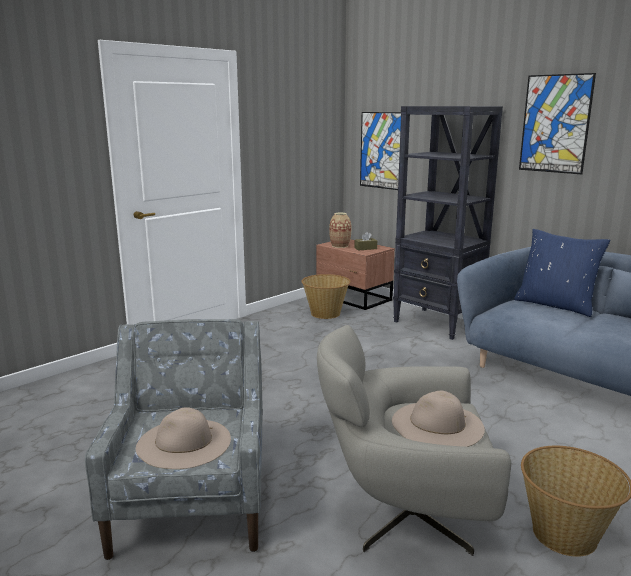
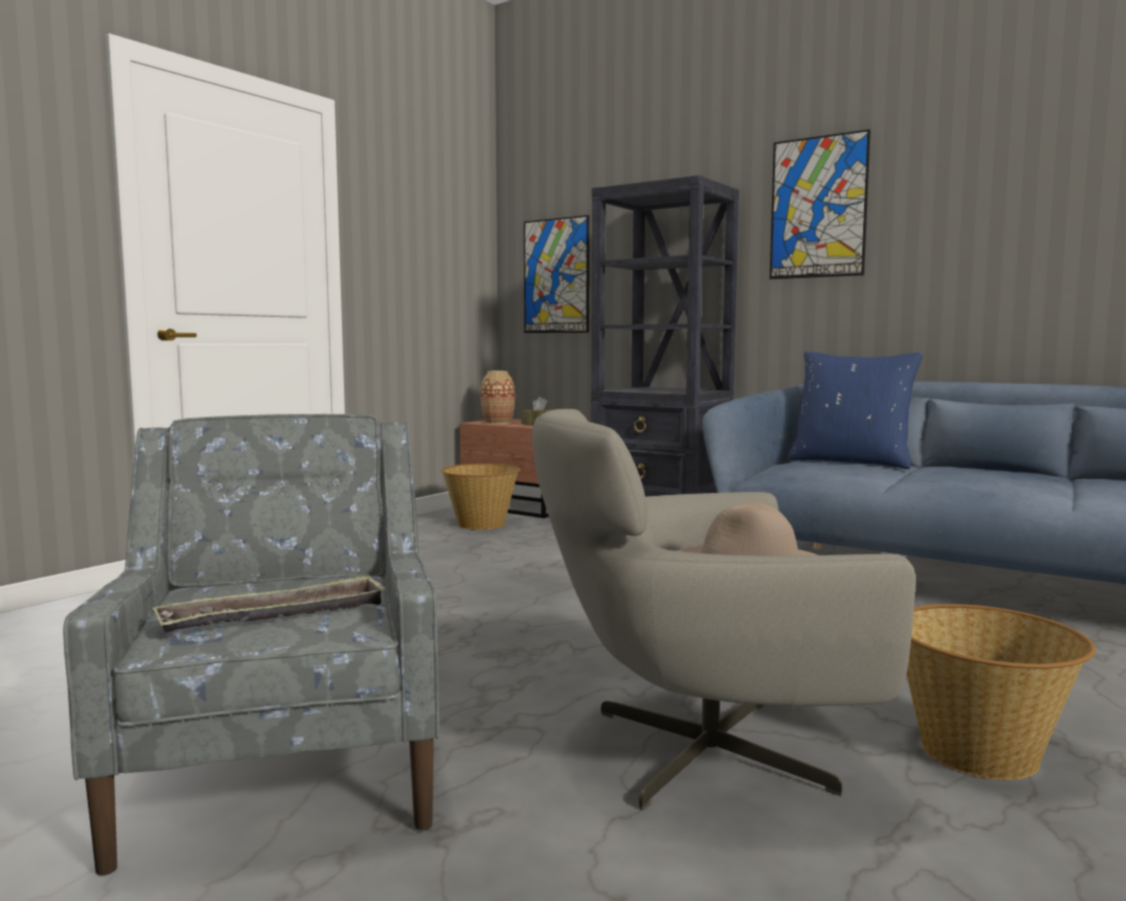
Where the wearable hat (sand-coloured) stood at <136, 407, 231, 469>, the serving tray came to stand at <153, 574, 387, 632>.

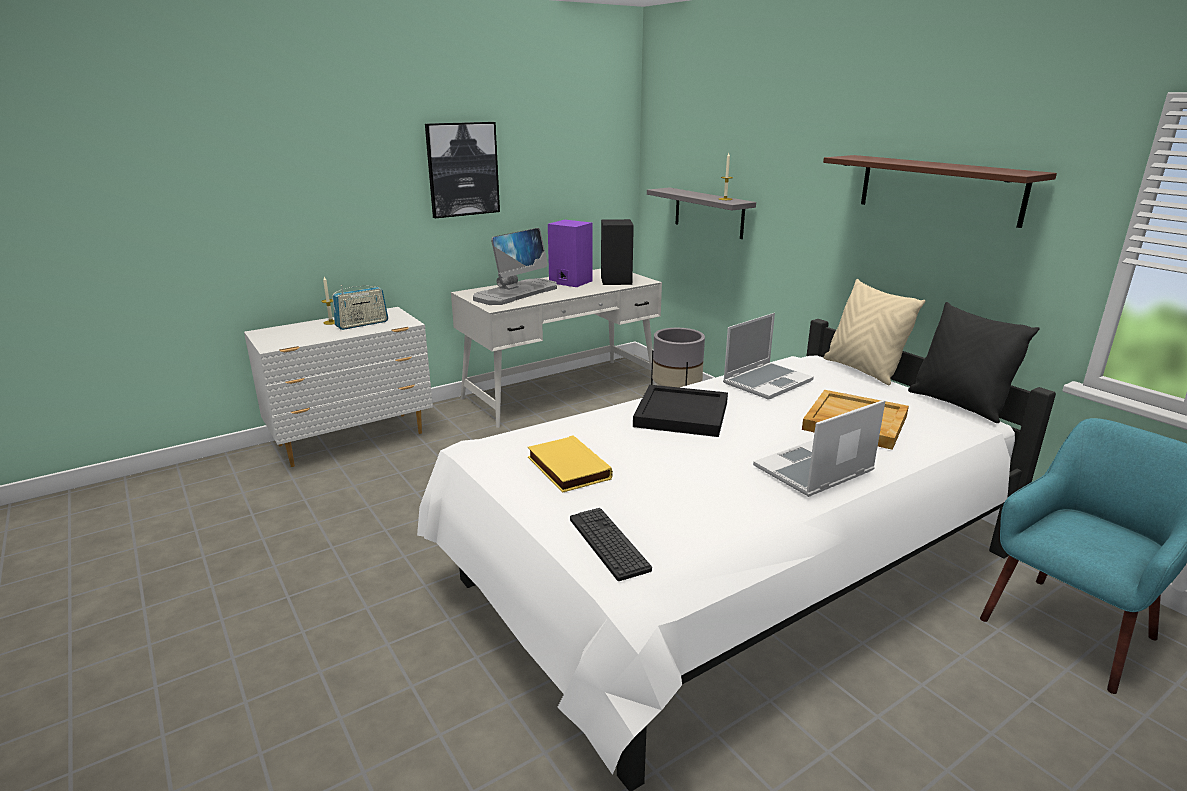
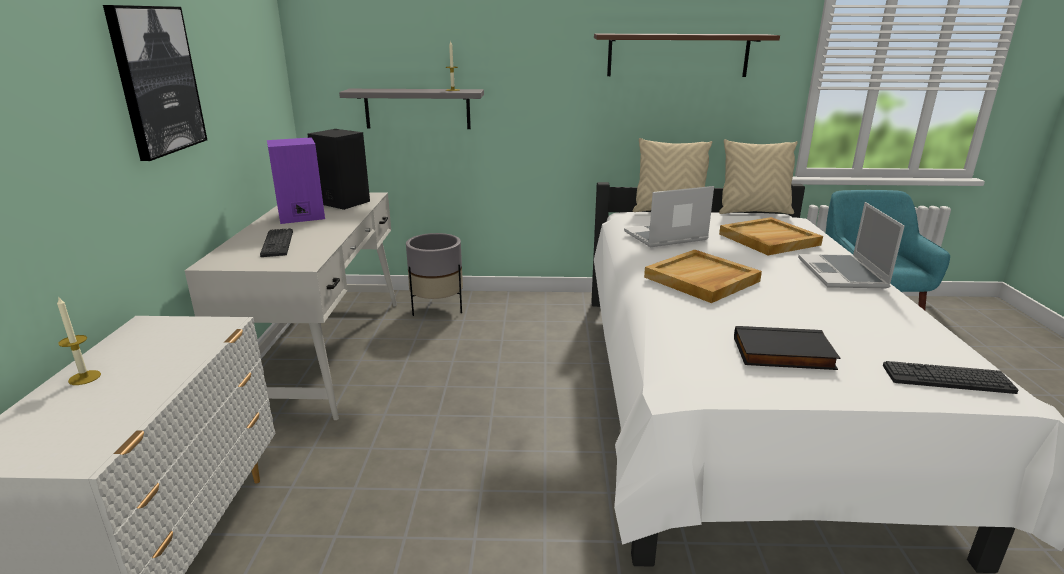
The second view lost the radio receiver at <332, 285, 388, 330>. Where the monitor stood at <473, 228, 557, 305>, the keyboard came to stand at <260, 228, 293, 257>. What was the book (yellow) at <528, 435, 613, 492> turned into the book (black) at <734, 326, 840, 370>. What was the serving tray (black) at <633, 385, 728, 437> turned into the serving tray (sand-coloured) at <644, 250, 762, 303>. The portable computer at <723, 313, 814, 400> ended up facing another way, 105 degrees counterclockwise from before. What was the pillow (black) at <908, 302, 1040, 423> turned into the pillow (sand-coloured) at <719, 139, 797, 214>.

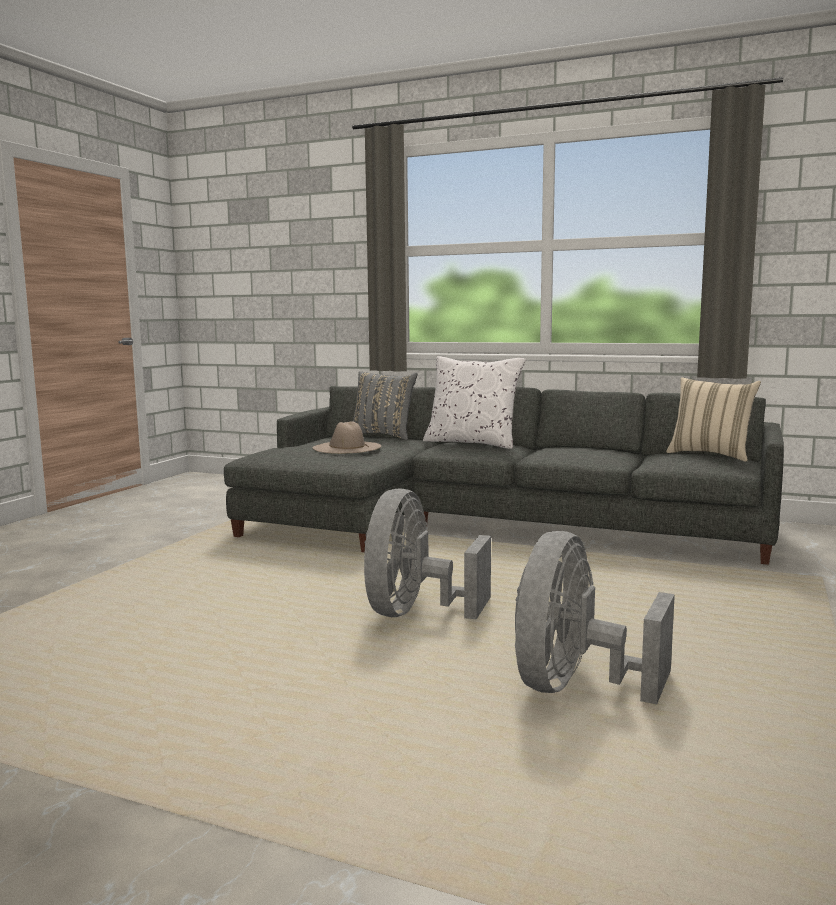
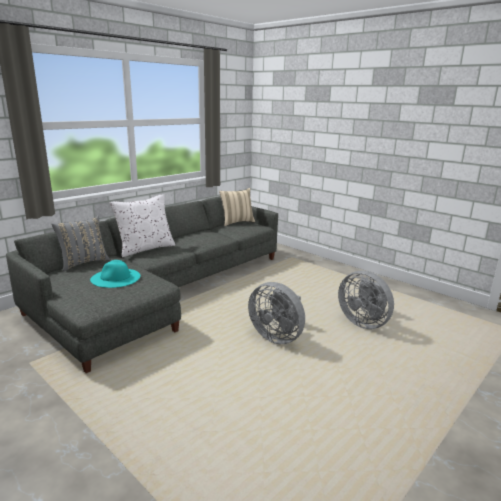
What was the wearable hat (sand-coloured) at <313, 421, 381, 454> turned into the wearable hat (turquoise) at <90, 260, 140, 288>.

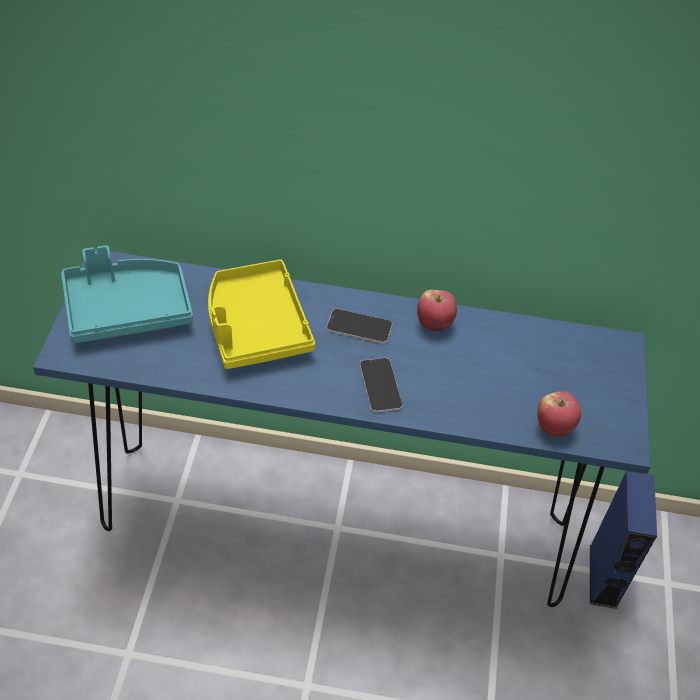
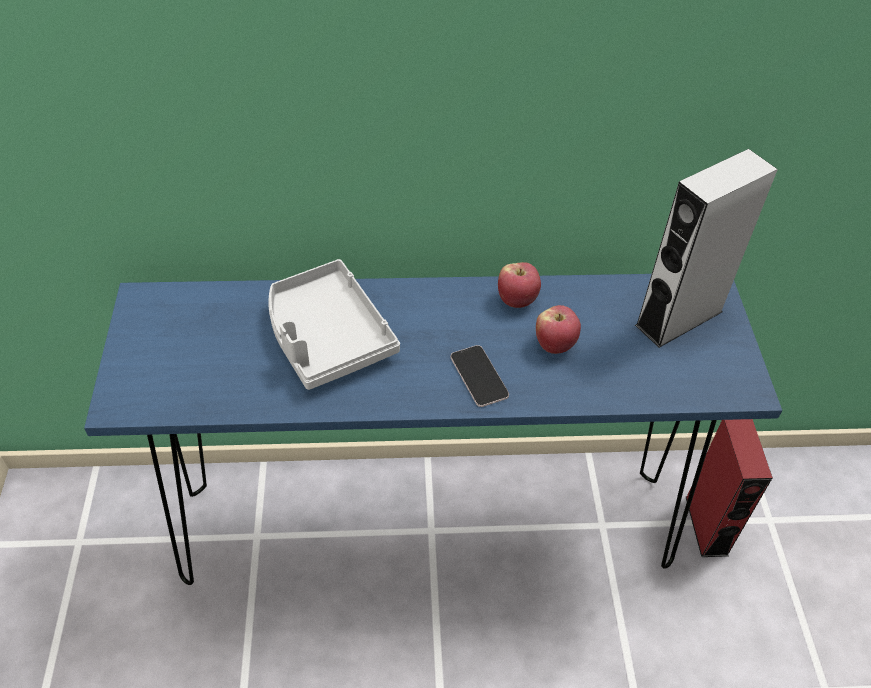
The second view lost the serving tray (turquoise) at <61, 245, 193, 343>. What was the serving tray (yellow) at <208, 260, 315, 369> turned into the serving tray (greyish) at <268, 259, 400, 390>. The second view lost the phone at <327, 309, 392, 343>. The whole apple ended up elsewhere, having gone from <537, 391, 581, 436> to <536, 305, 581, 354>. What was the speaker (blue) at <590, 471, 657, 609> turned into the speaker (red) at <685, 419, 773, 557>. The second view gained the speaker (greyish) at <635, 149, 778, 348>.

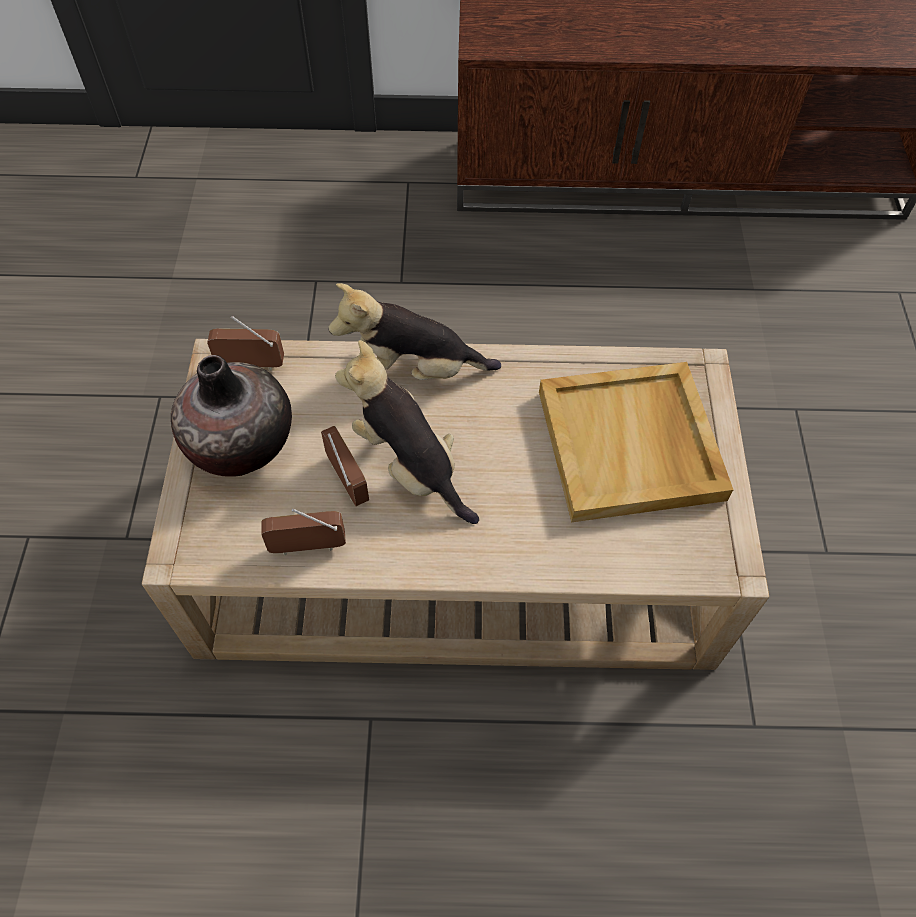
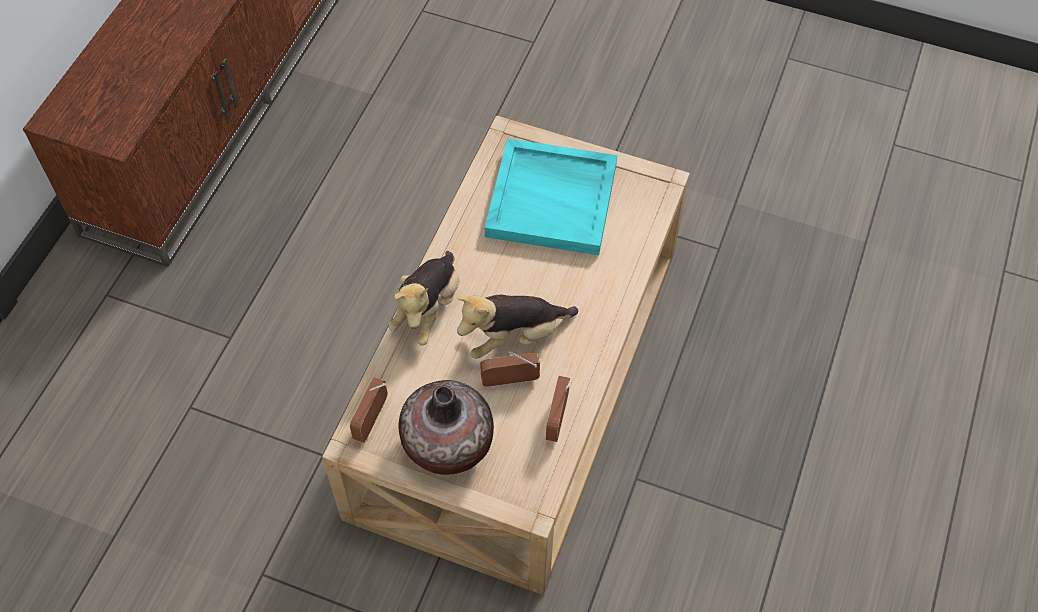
What was the serving tray (sand-coloured) at <539, 362, 734, 522> turned into the serving tray (turquoise) at <485, 138, 617, 255>.

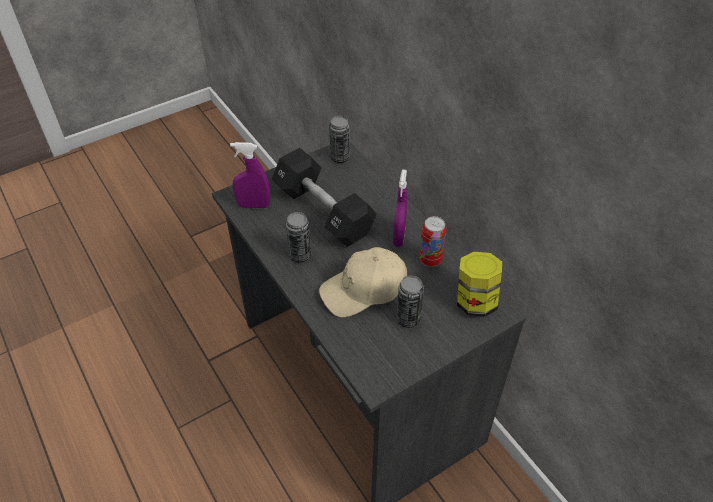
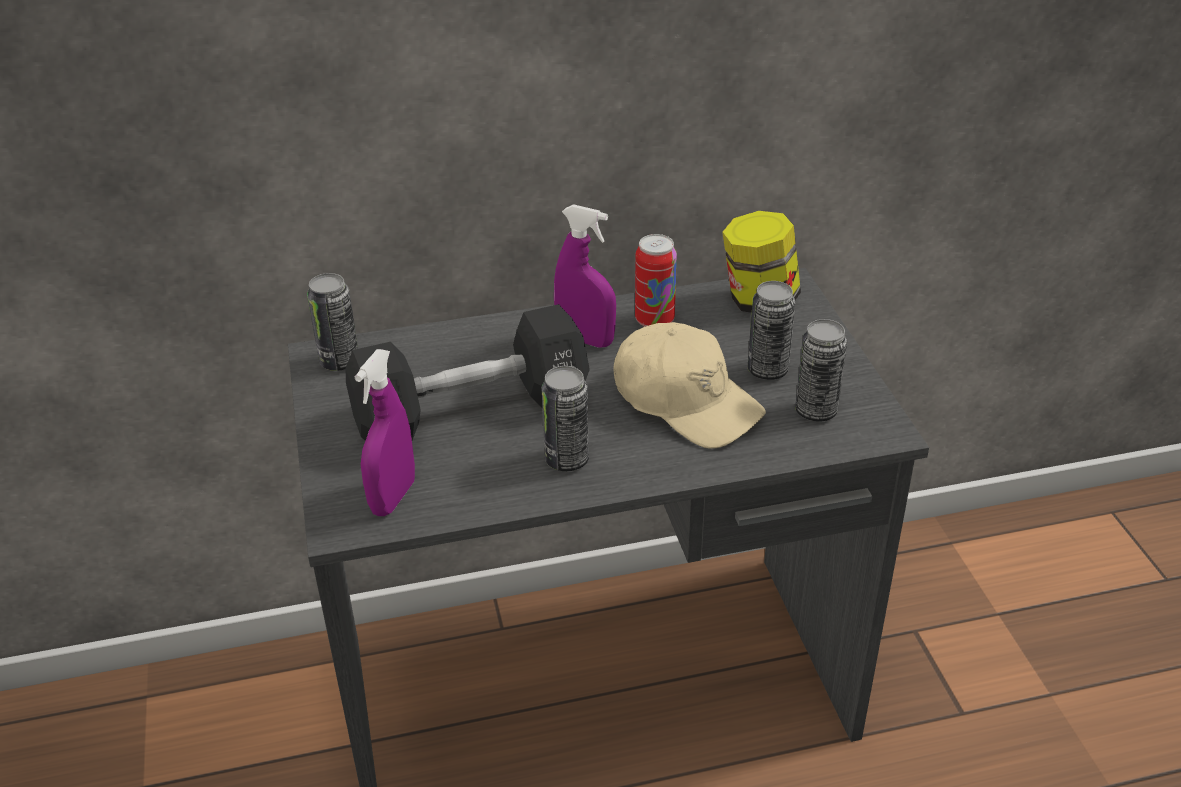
The peaked cap (sand-coloured) at <319, 247, 407, 317> ended up facing another way, 45 degrees counterclockwise from before. The second view gained the metal can at <795, 319, 847, 422>.

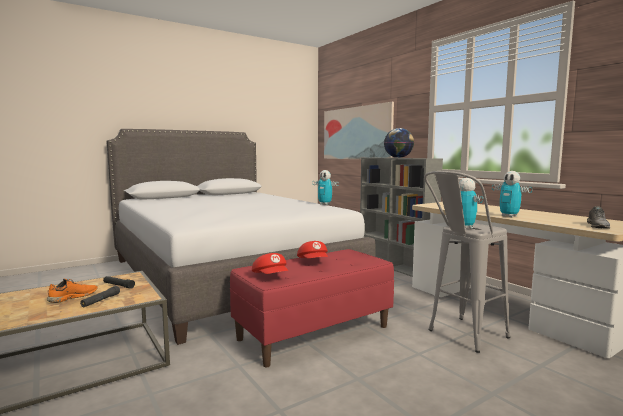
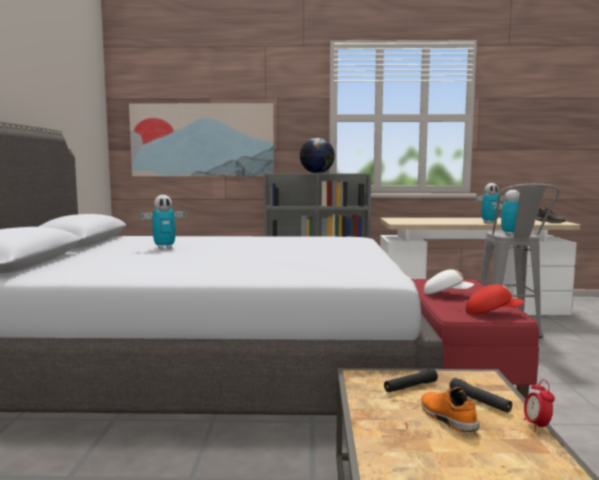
What was the peaked cap (red) at <297, 241, 328, 258> turned into the peaked cap (white) at <424, 269, 474, 294>. The toy robot ended up elsewhere, having gone from <312, 170, 339, 205> to <140, 195, 187, 249>. The second view gained the bedside clock at <524, 379, 555, 431>.

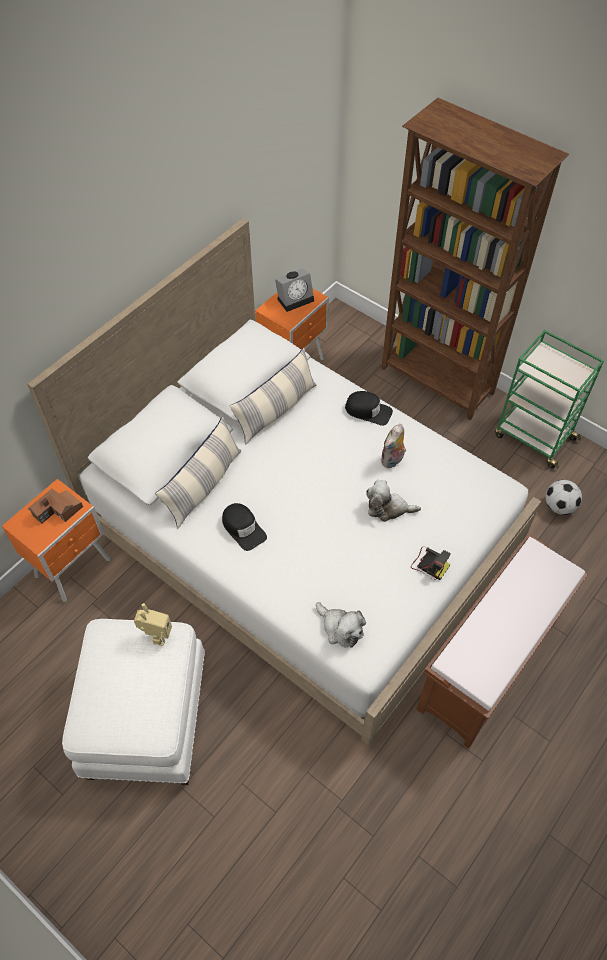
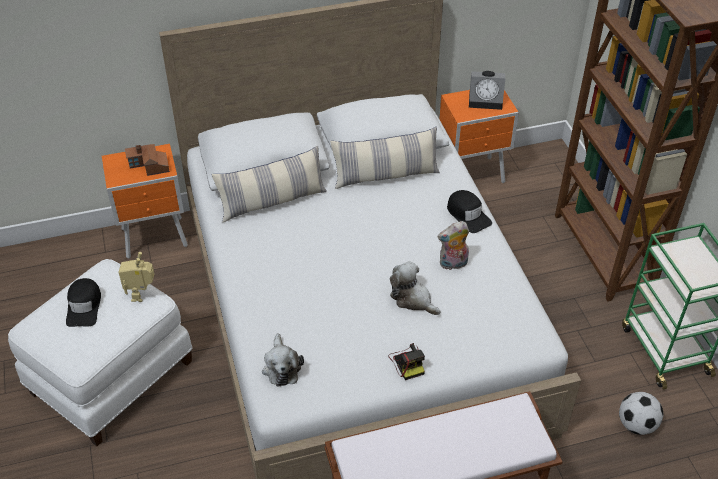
The toy robot at <134, 603, 172, 646> ended up facing another way, 135 degrees clockwise from before. The peaked cap (black) ended up elsewhere, having gone from <222, 503, 267, 551> to <66, 278, 101, 327>.

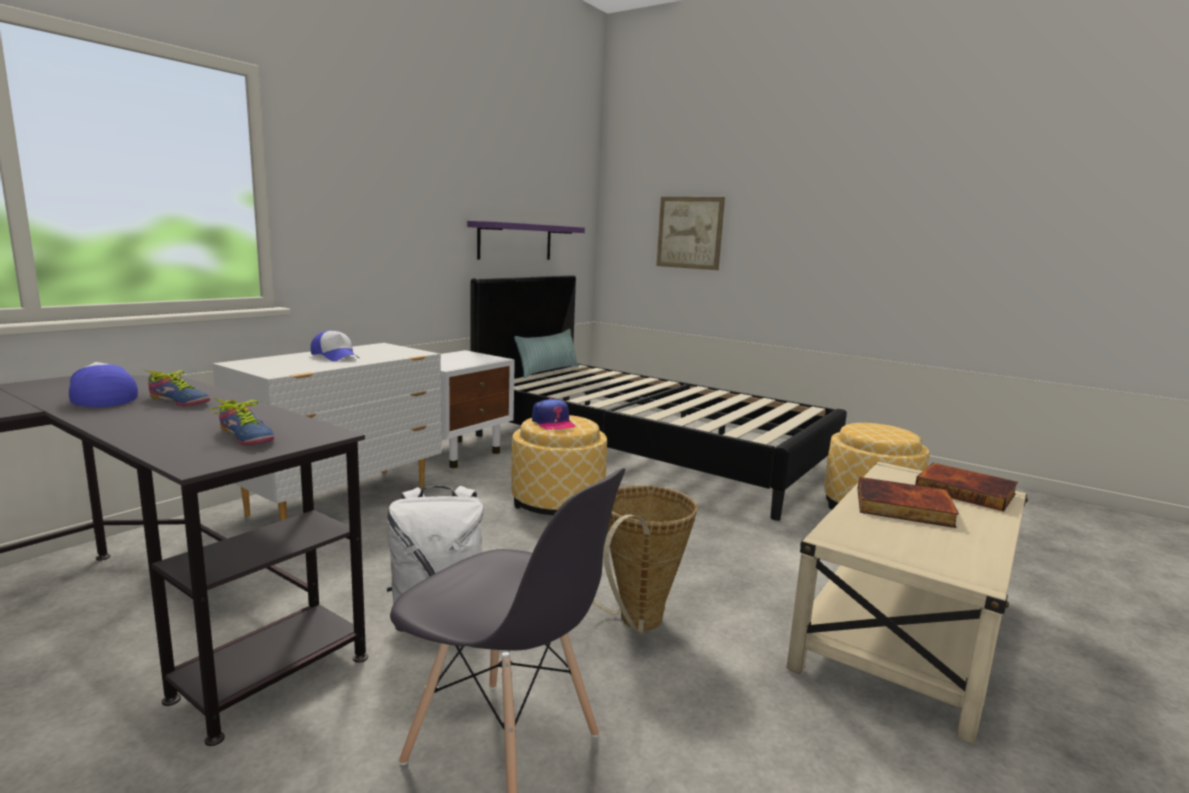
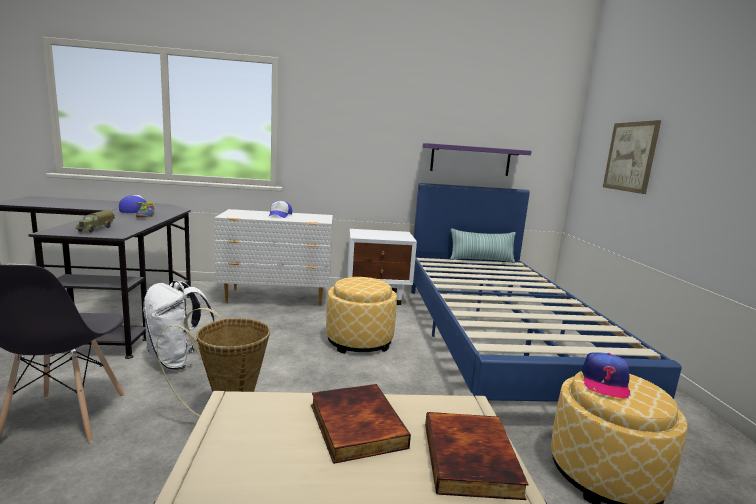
Where the low shoe stood at <211, 398, 275, 445>, the toy lorry came to stand at <75, 210, 115, 233>. What was the bed (black) at <470, 275, 847, 521> turned into the bed (blue) at <411, 183, 682, 402>. The peaked cap ended up elsewhere, having gone from <532, 398, 576, 430> to <582, 353, 630, 398>.

